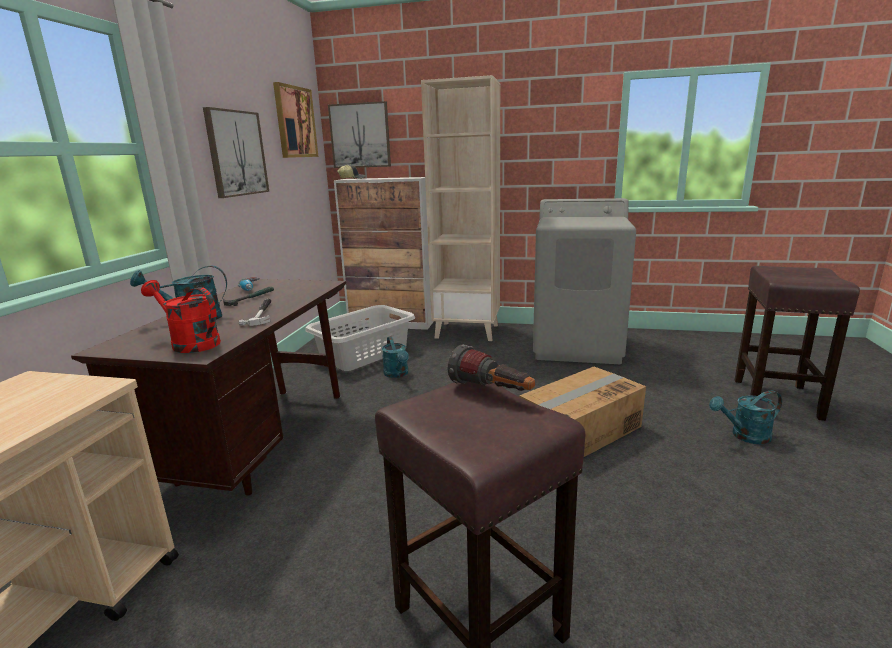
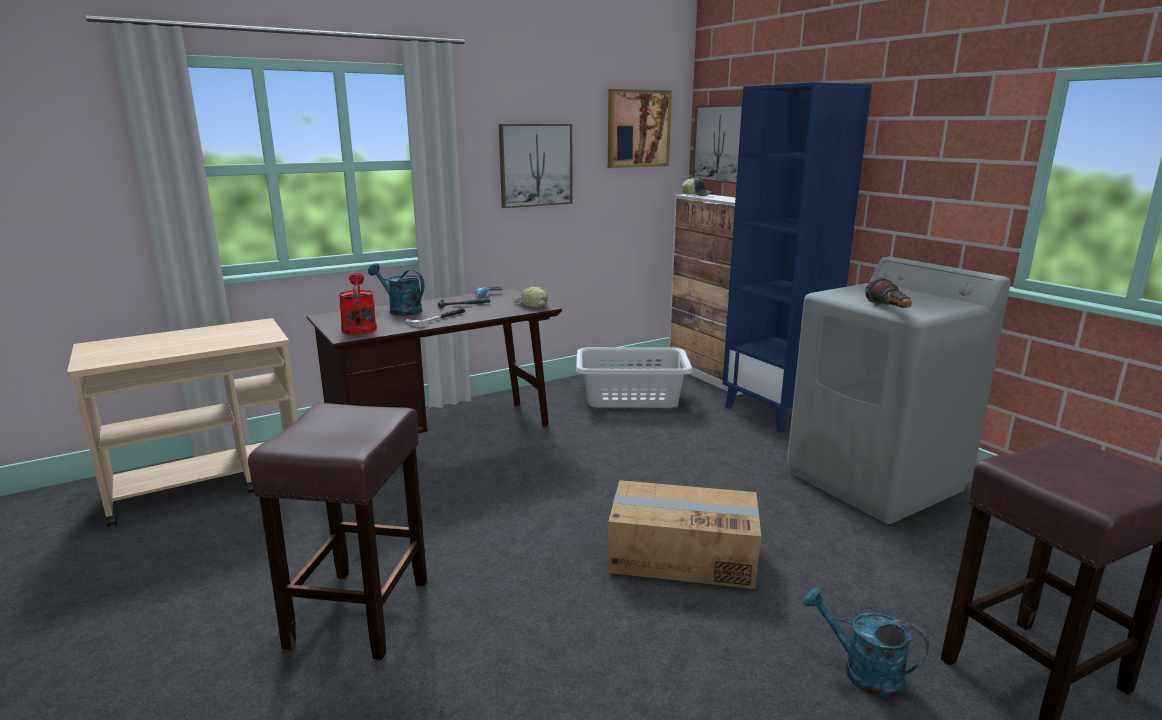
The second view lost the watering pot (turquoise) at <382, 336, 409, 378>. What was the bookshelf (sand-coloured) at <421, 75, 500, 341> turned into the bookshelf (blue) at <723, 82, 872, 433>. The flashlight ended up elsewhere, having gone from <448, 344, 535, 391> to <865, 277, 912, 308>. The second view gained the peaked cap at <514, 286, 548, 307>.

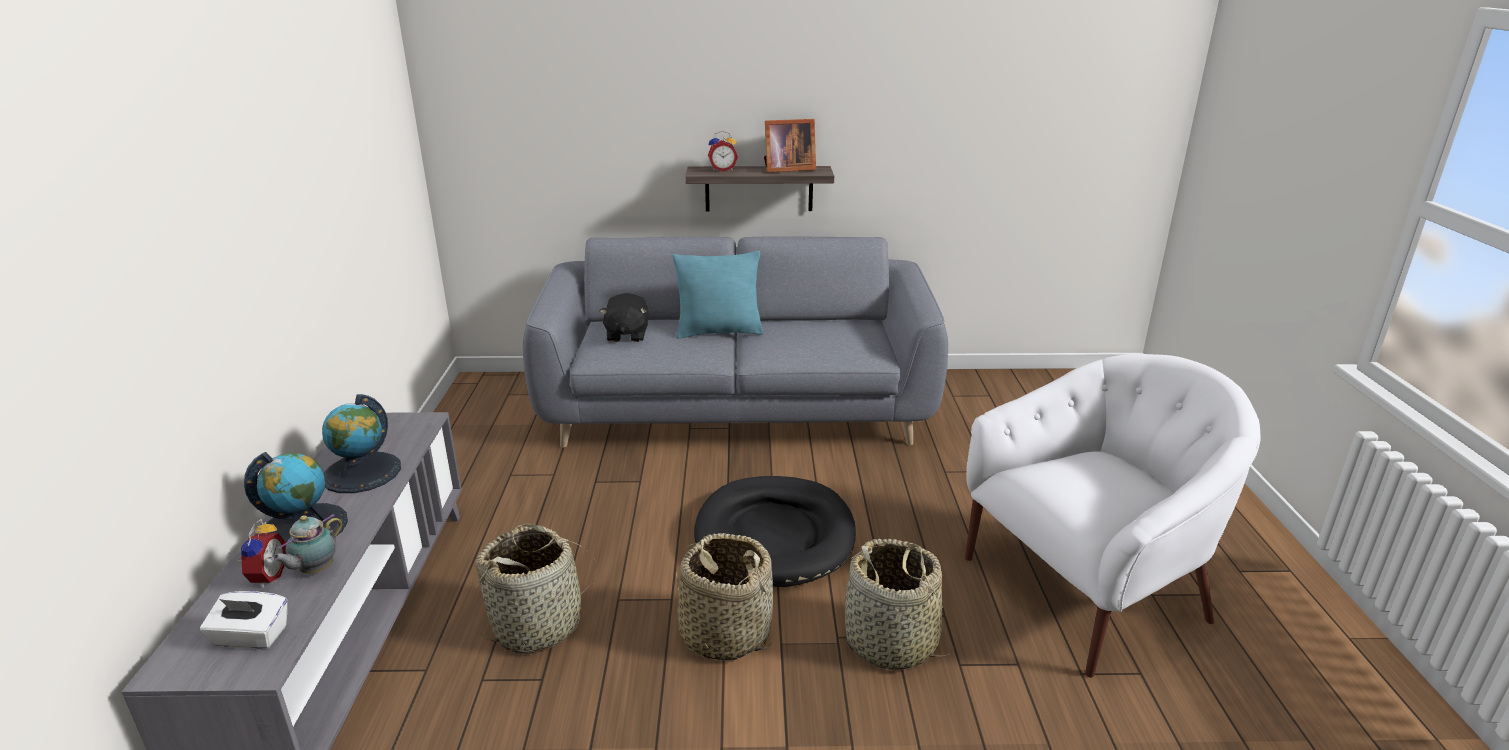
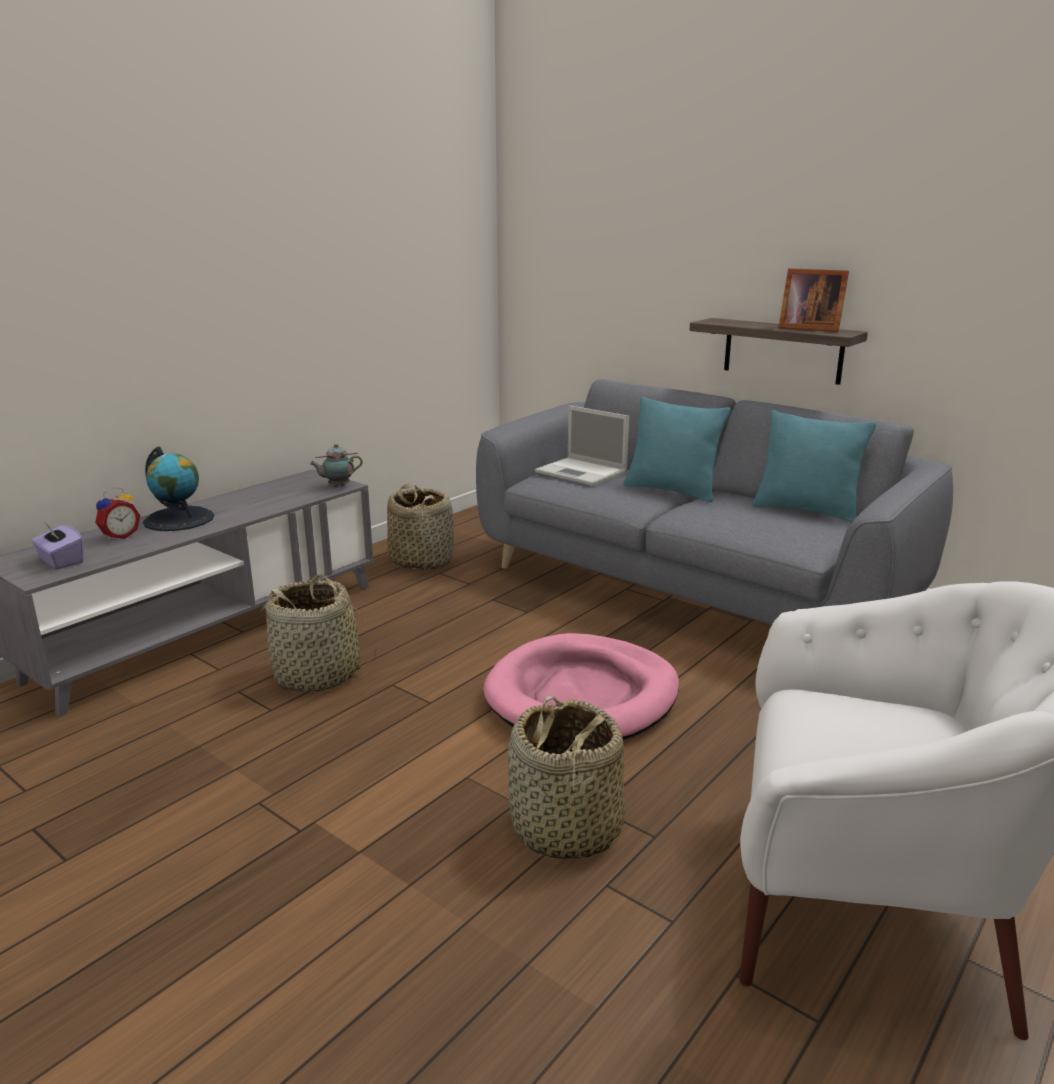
What was the tissue box (white) at <200, 591, 287, 649> turned into the tissue box (purple) at <31, 524, 84, 570>. The teapot ended up elsewhere, having gone from <271, 514, 342, 574> to <309, 443, 363, 487>. The second view lost the desk globe at <322, 394, 401, 493>. Where the soft toy (black) stood at <600, 293, 648, 342>, the portable computer came to stand at <535, 405, 629, 486>. The household basket ended up elsewhere, having gone from <676, 533, 773, 661> to <387, 483, 454, 570>. What was the pet bed (black) at <694, 476, 856, 587> turned into the pet bed (pink-coloured) at <483, 633, 679, 740>. The second view lost the bedside clock at <708, 131, 738, 172>. The second view gained the pillow (turquoise) at <753, 410, 876, 523>.

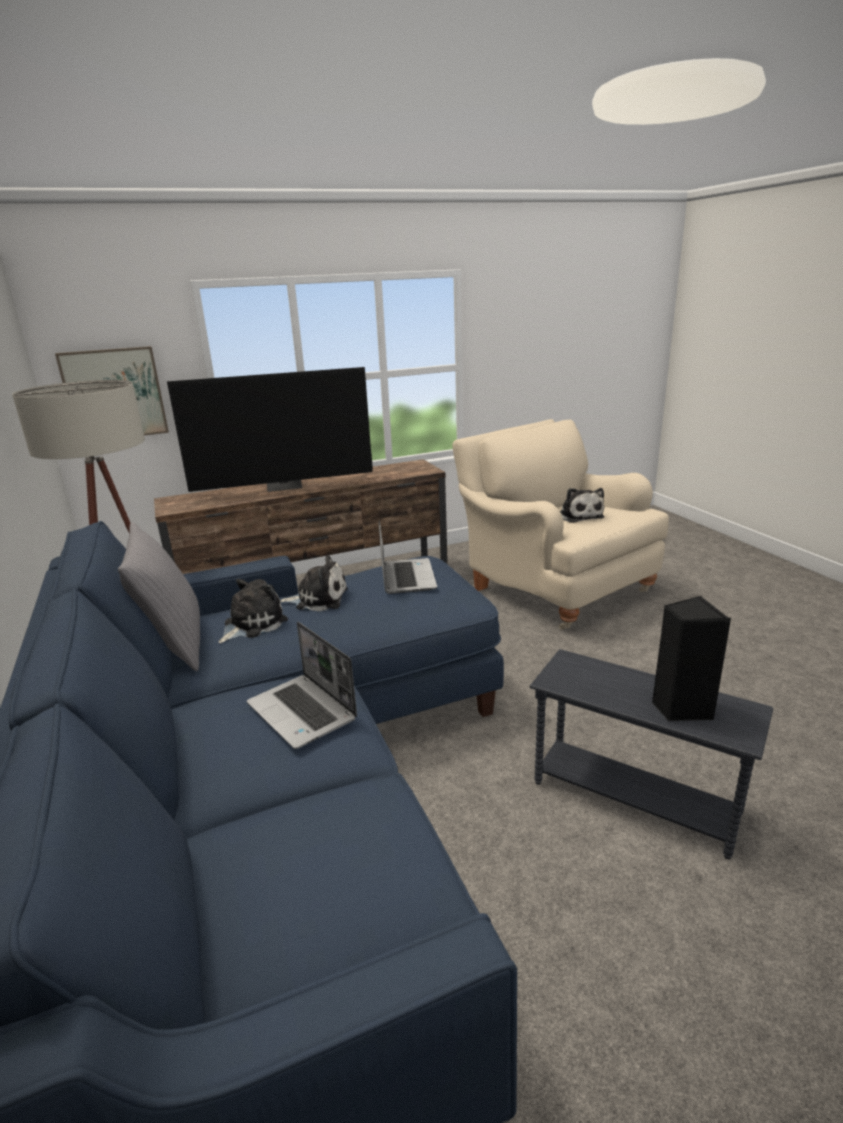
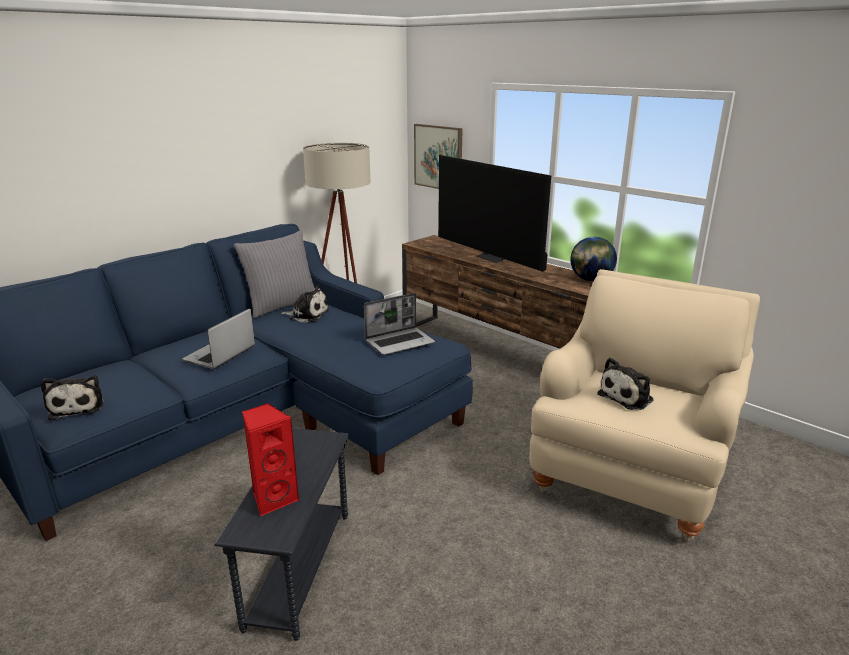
The soft toy ended up elsewhere, having gone from <280, 555, 348, 611> to <41, 376, 104, 420>. What was the speaker (black) at <652, 596, 731, 722> turned into the speaker (red) at <242, 403, 300, 516>. The second view gained the desk globe at <571, 237, 617, 281>.

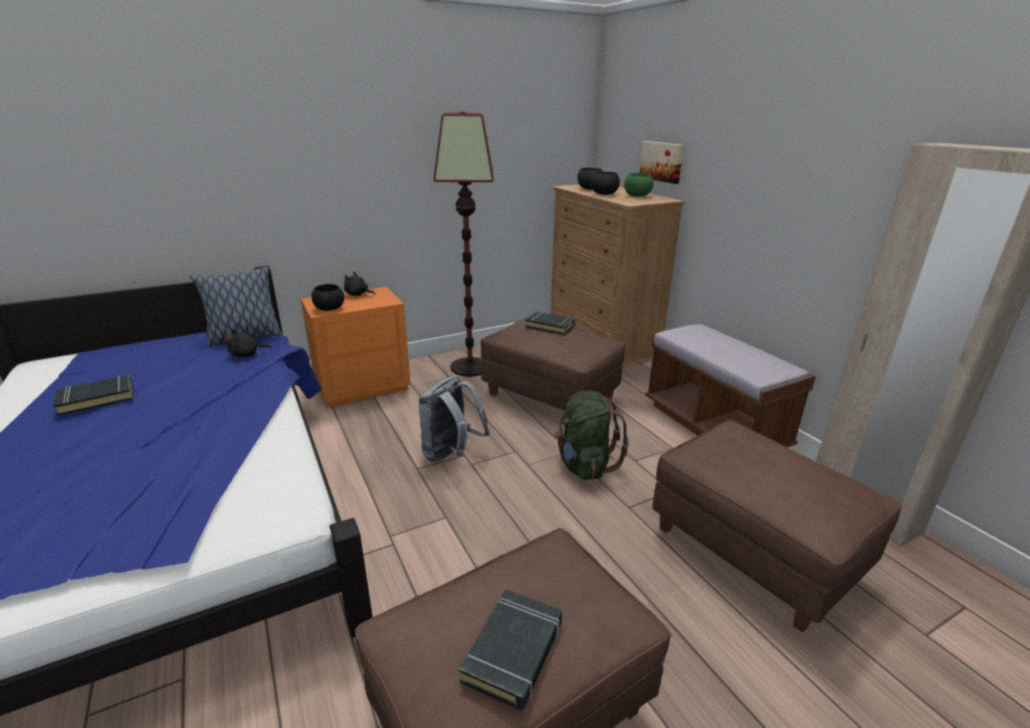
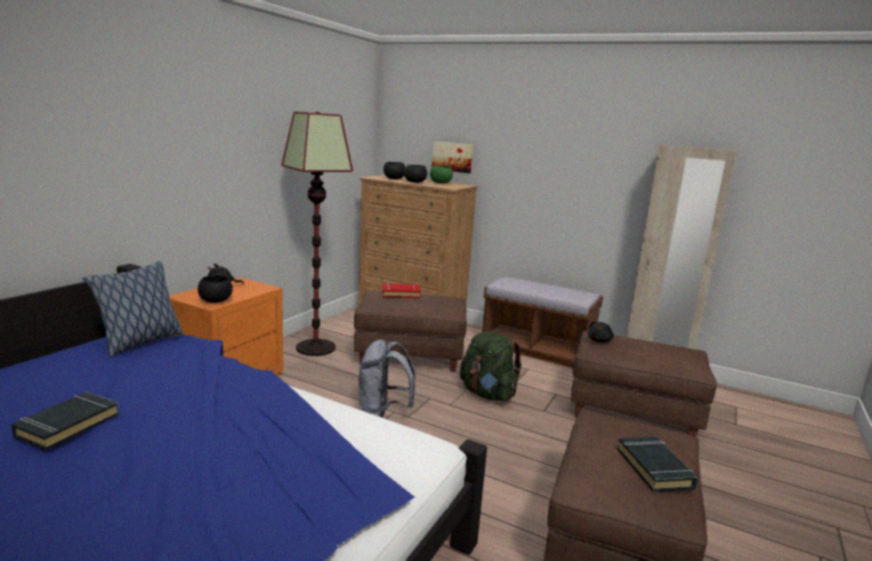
The soft toy (black) ended up elsewhere, having gone from <225, 329, 272, 357> to <588, 321, 614, 342>. What was the book (black) at <525, 312, 575, 335> turned into the book (red) at <382, 283, 421, 298>.

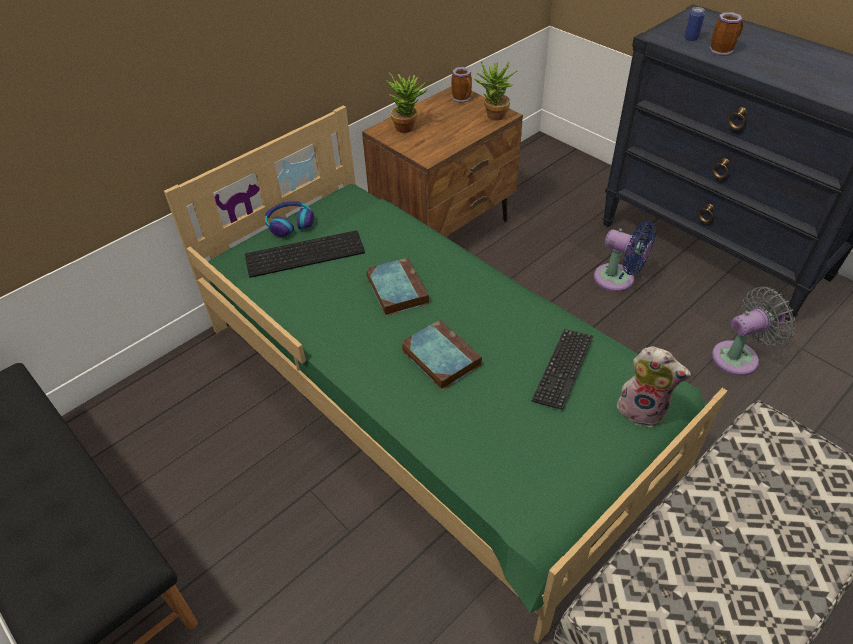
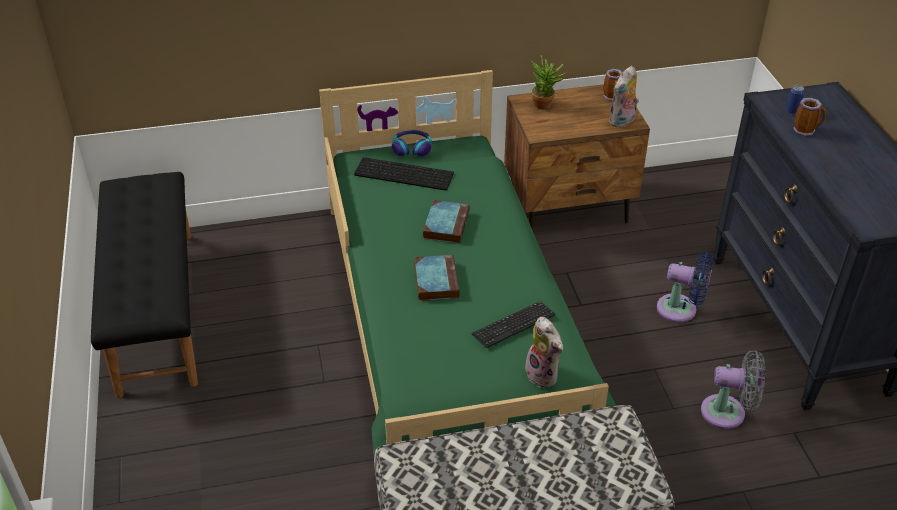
Where the potted plant stood at <473, 60, 518, 120>, the soft toy came to stand at <608, 66, 639, 128>. The fan (blue) at <594, 221, 656, 292> ended up facing another way, 45 degrees counterclockwise from before.

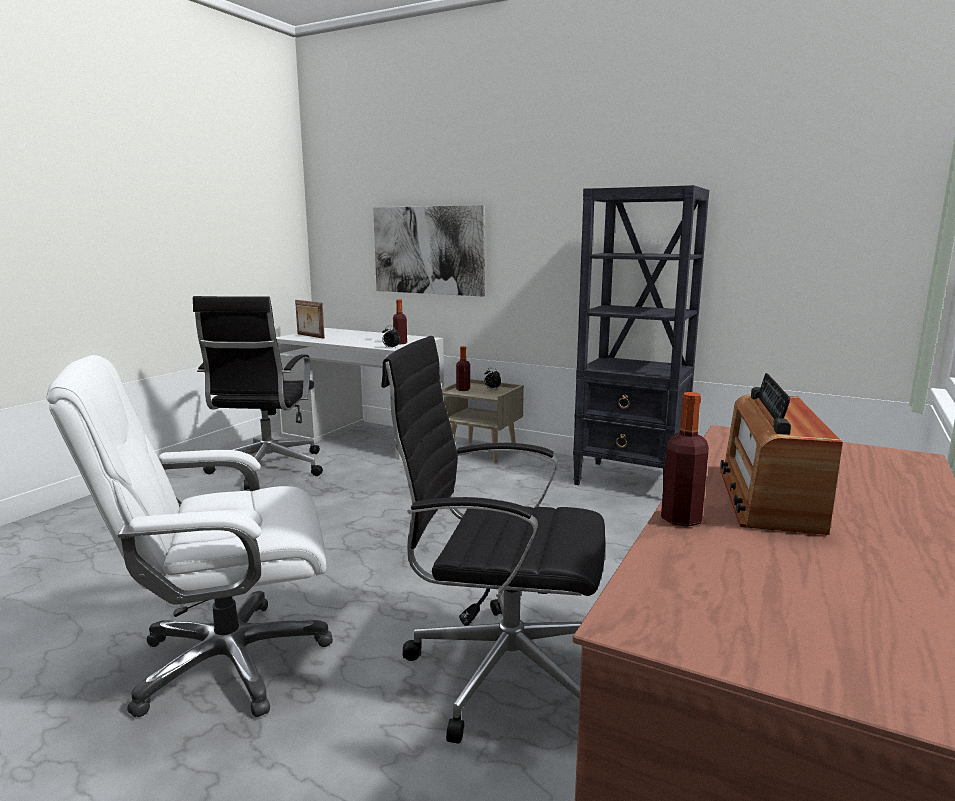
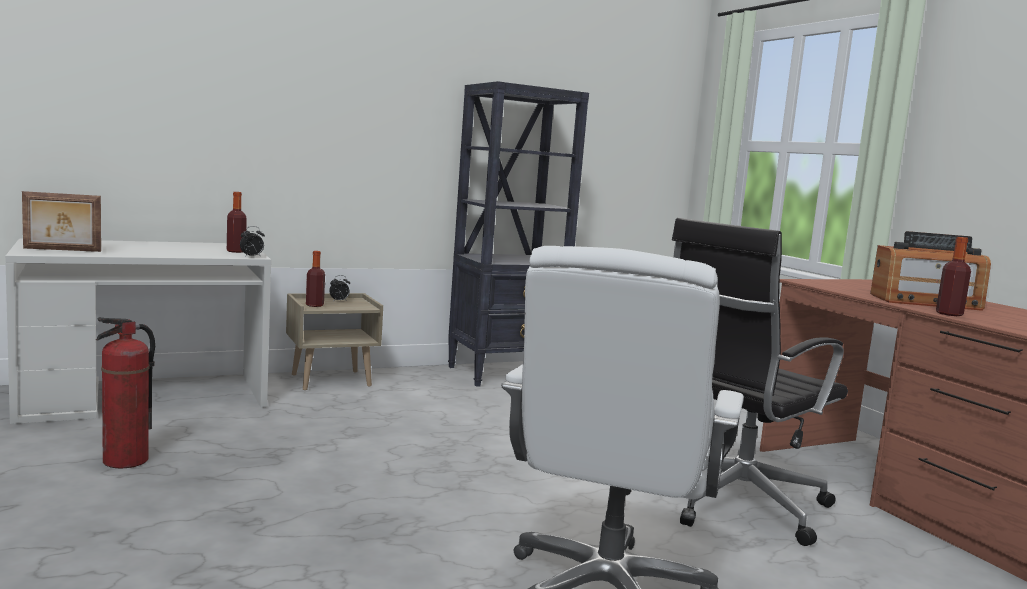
Where the desk chair (black) stood at <193, 296, 323, 490>, the fire-fighting cylinder came to stand at <96, 318, 155, 468>. The second view lost the wall picture at <373, 205, 485, 297>. The radio receiver at <720, 373, 843, 535> ended up facing another way, 45 degrees counterclockwise from before.

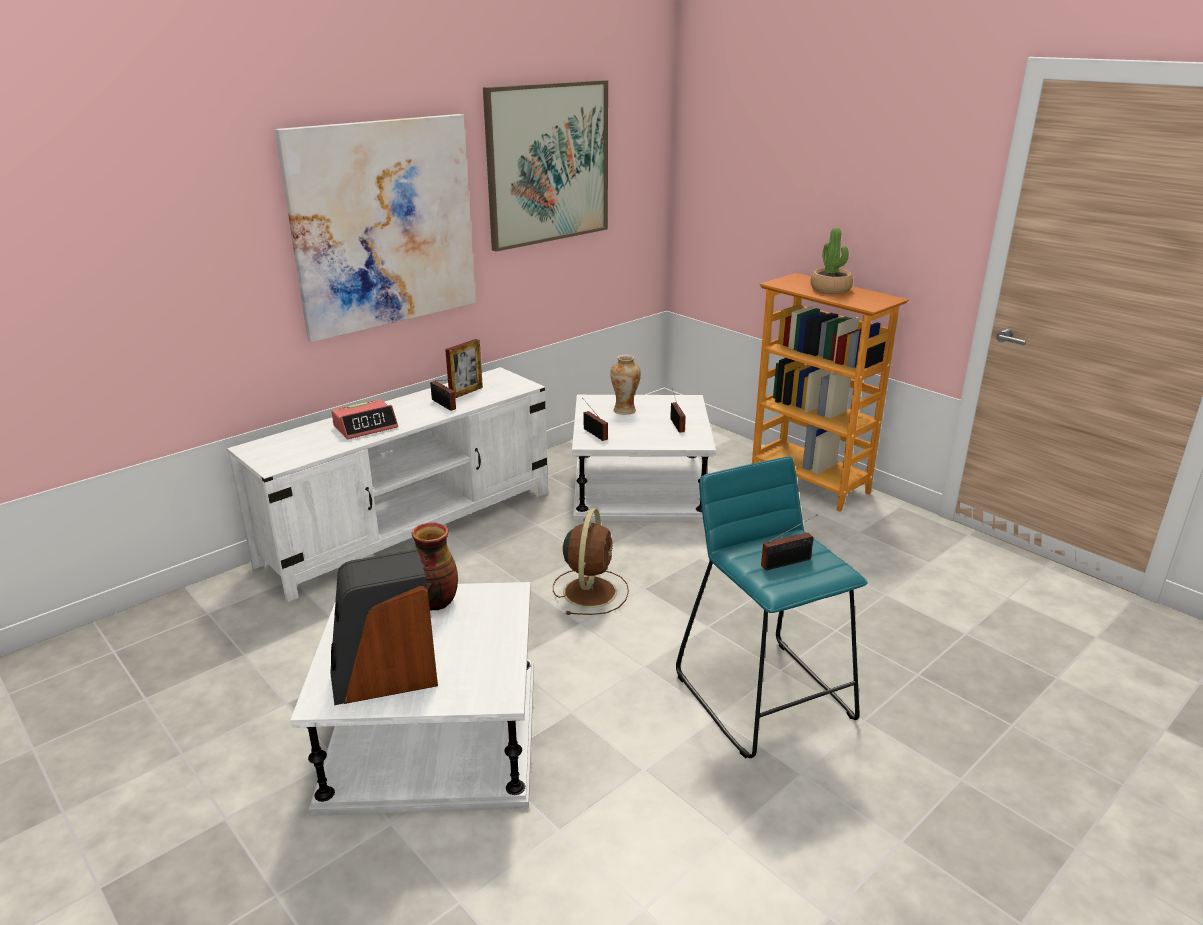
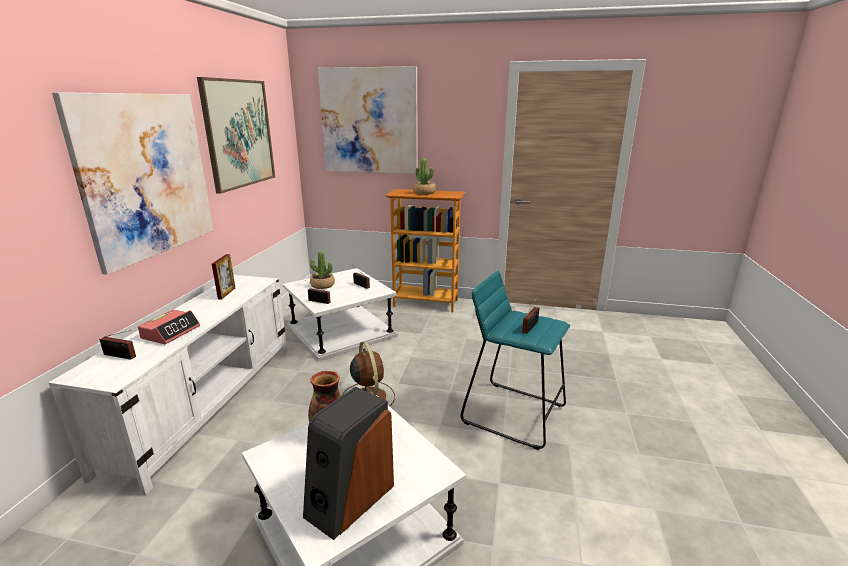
The radio receiver ended up elsewhere, having gone from <430, 379, 456, 411> to <100, 330, 136, 360>. Where the decorative vase stood at <610, 355, 641, 415>, the potted plant came to stand at <310, 251, 335, 289>. The second view gained the wall picture at <318, 66, 418, 174>.

